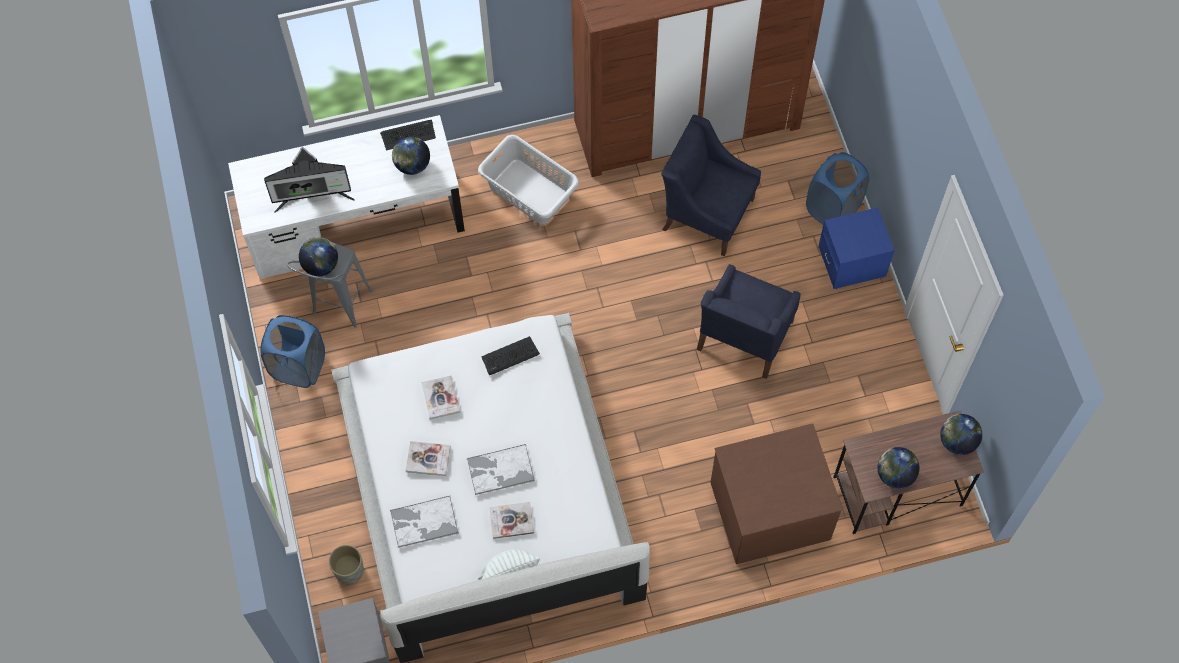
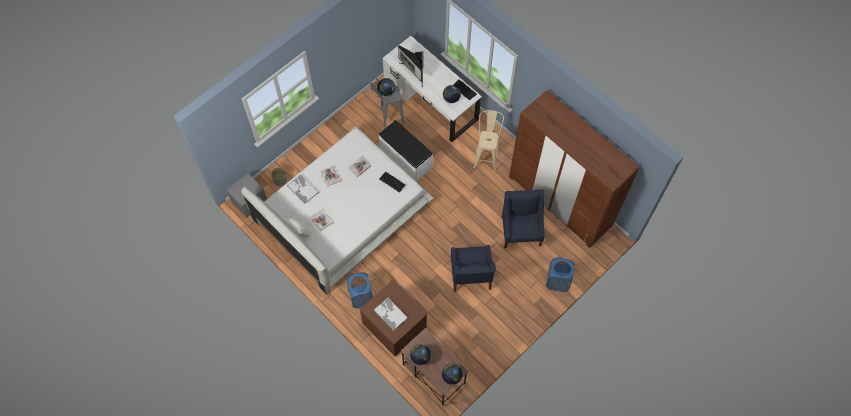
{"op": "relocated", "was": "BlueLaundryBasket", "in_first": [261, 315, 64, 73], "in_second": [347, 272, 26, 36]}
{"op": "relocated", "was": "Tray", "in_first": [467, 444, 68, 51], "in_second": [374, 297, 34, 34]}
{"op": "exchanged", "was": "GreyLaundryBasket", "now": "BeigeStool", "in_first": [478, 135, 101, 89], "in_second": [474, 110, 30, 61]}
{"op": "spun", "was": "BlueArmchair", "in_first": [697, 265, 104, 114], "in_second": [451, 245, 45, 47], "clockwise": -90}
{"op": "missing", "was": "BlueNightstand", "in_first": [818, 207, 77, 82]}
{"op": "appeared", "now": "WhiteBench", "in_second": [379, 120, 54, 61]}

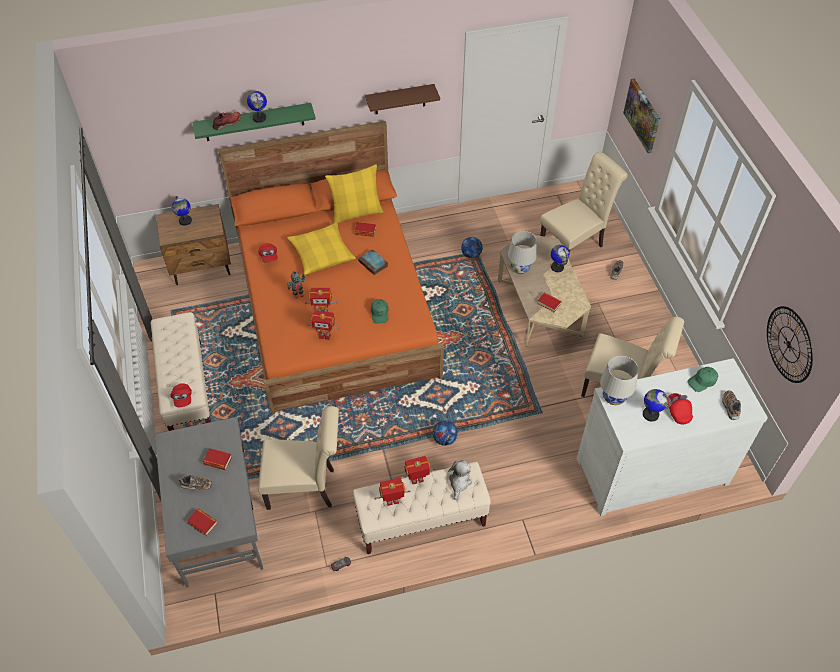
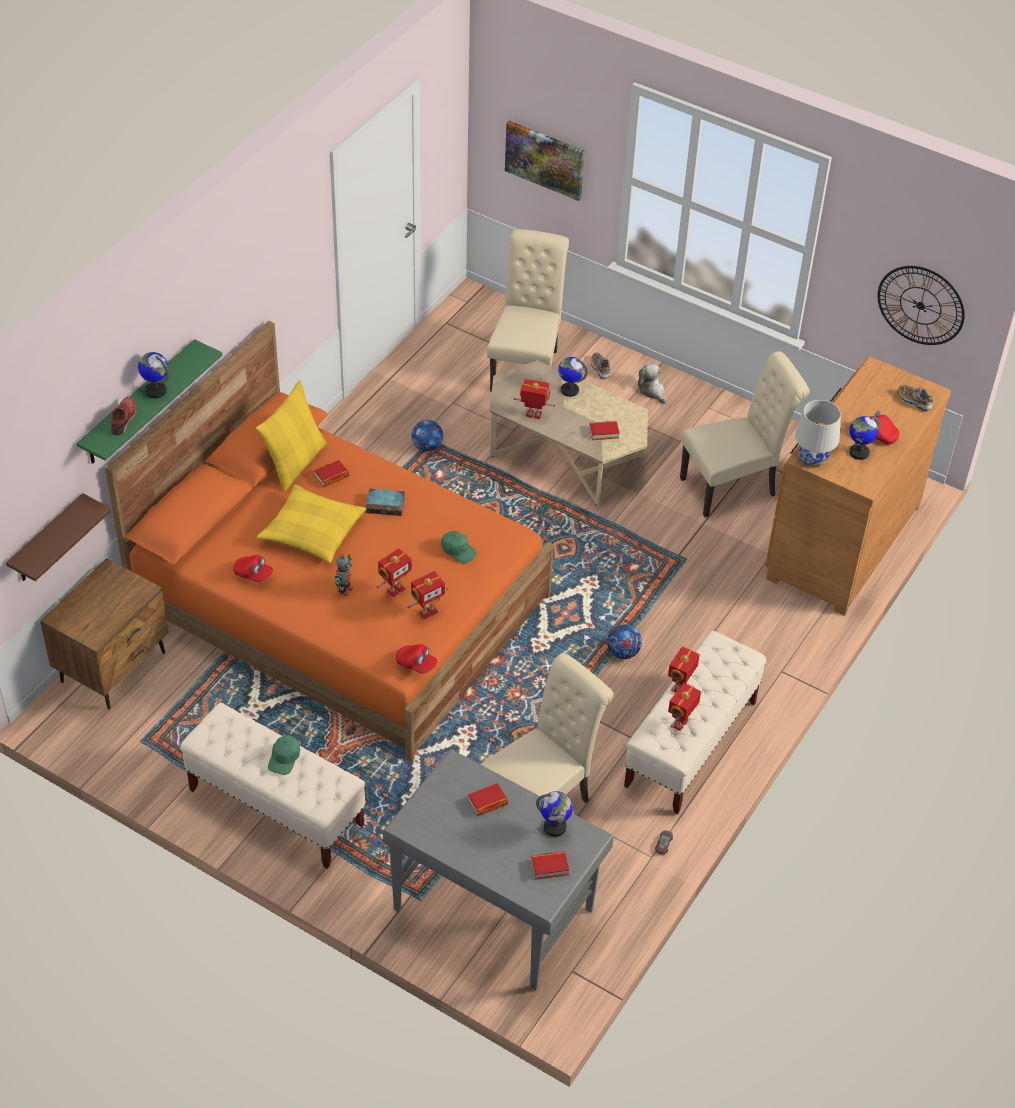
{"op": "relocated", "was": "RedCap", "in_first": [171, 383, 21, 24], "in_second": [396, 644, 42, 29]}
{"op": "relocated", "was": "Globe", "in_first": [172, 196, 20, 30], "in_second": [536, 791, 37, 46]}
{"op": "missing", "was": "Shoe", "in_first": [178, 475, 34, 15]}
{"op": "relocated", "was": "BrownShelf", "in_first": [365, 84, 75, 30], "in_second": [6, 493, 105, 88]}
{"op": "relocated", "was": "PlushToy", "in_first": [448, 460, 24, 40], "in_second": [638, 364, 28, 40]}
{"op": "exchanged", "was": "WhiteTableLamp", "now": "ToyRobot", "in_first": [508, 231, 29, 43], "in_second": [514, 379, 41, 40]}
{"op": "colour", "was": "WhiteDresser", "now": "BrownDresser", "in_first": [577, 358, 191, 158], "in_second": [765, 356, 186, 260]}
{"op": "relocated", "was": "GreenCap", "in_first": [687, 367, 31, 25], "in_second": [268, 736, 32, 39]}

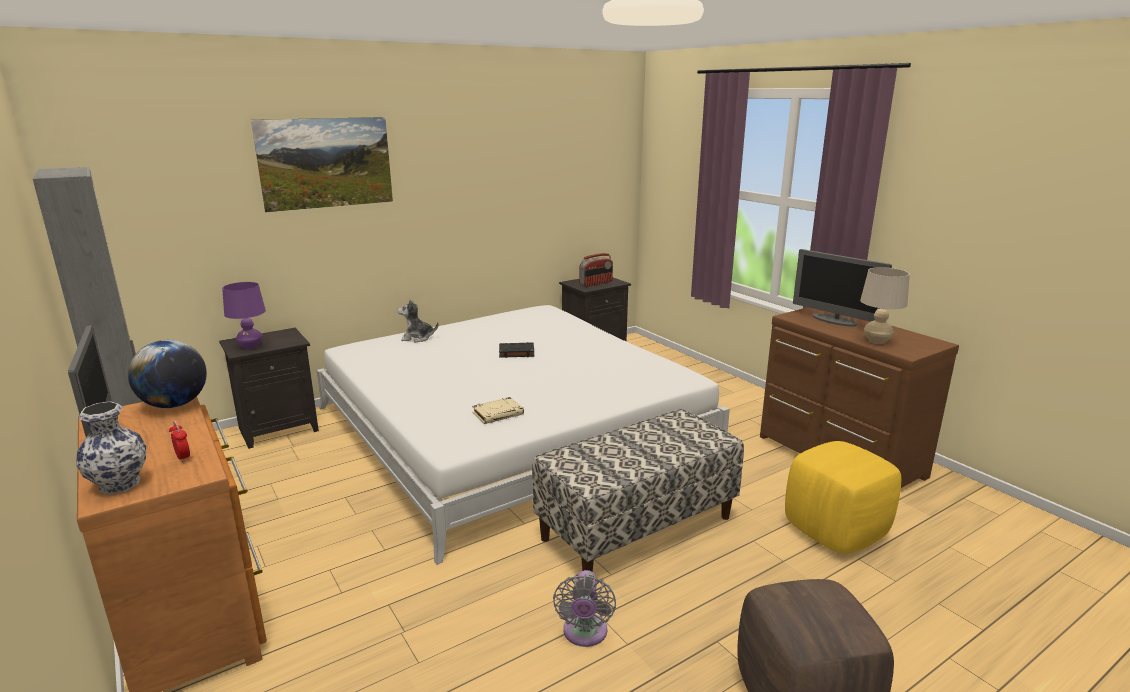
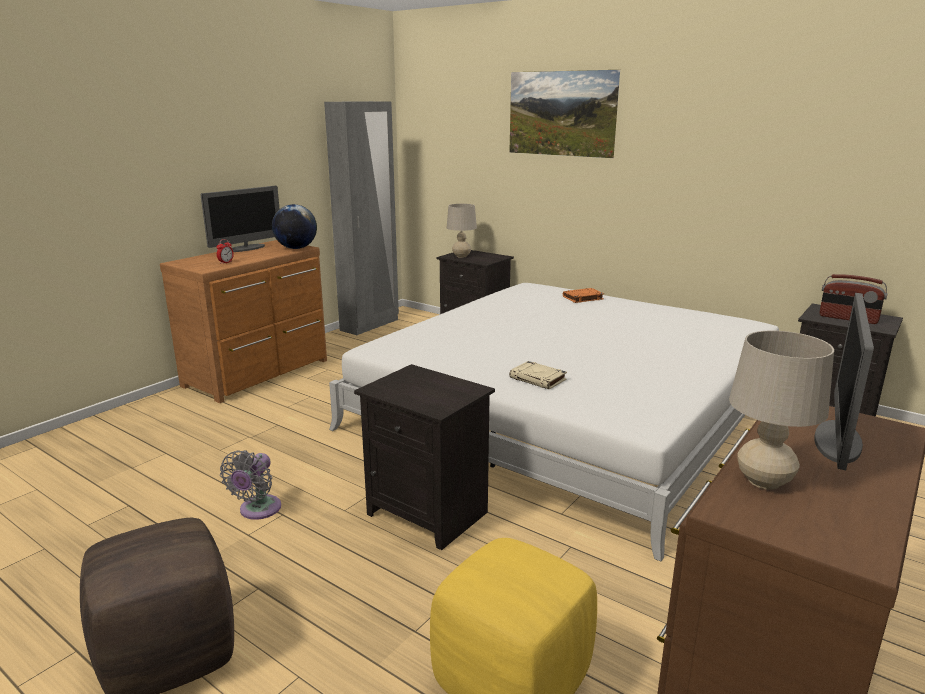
{"op": "missing", "was": "Vase", "in_first": [76, 401, 70, 94]}
{"op": "colour", "was": "PurpleTableLamp", "now": "BeigeTableLamp", "in_first": [222, 282, 44, 67], "in_second": [447, 204, 30, 54]}
{"op": "exchanged", "was": "PlushToy", "now": "OrangeBook", "in_first": [397, 299, 41, 43], "in_second": [563, 288, 41, 15]}
{"op": "relocated", "was": "BeigeBook", "in_first": [472, 397, 52, 27], "in_second": [509, 361, 58, 28]}
{"op": "missing", "was": "BlackBook", "in_first": [499, 342, 36, 16]}
{"op": "exchanged", "was": "Bench", "now": "BlackNightstand", "in_first": [532, 409, 212, 163], "in_second": [354, 364, 141, 186]}
{"op": "spun", "was": "GreyFan", "in_first": [553, 570, 63, 77], "in_second": [220, 450, 61, 70], "clockwise": -60}

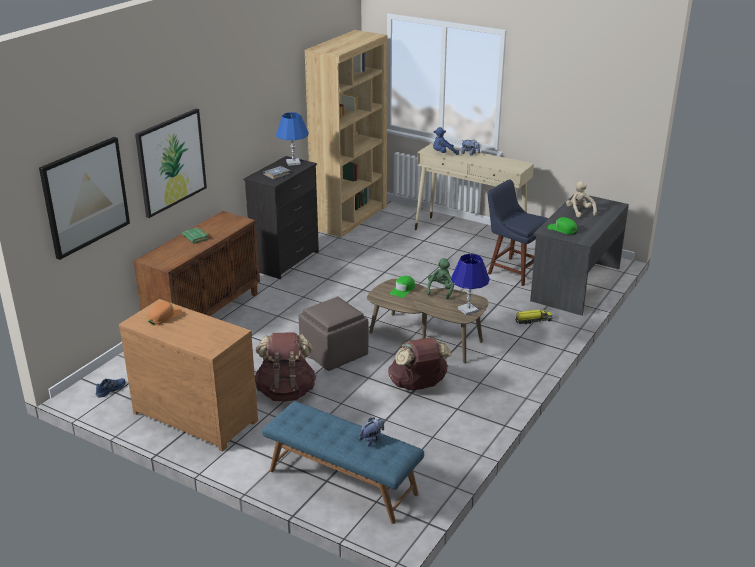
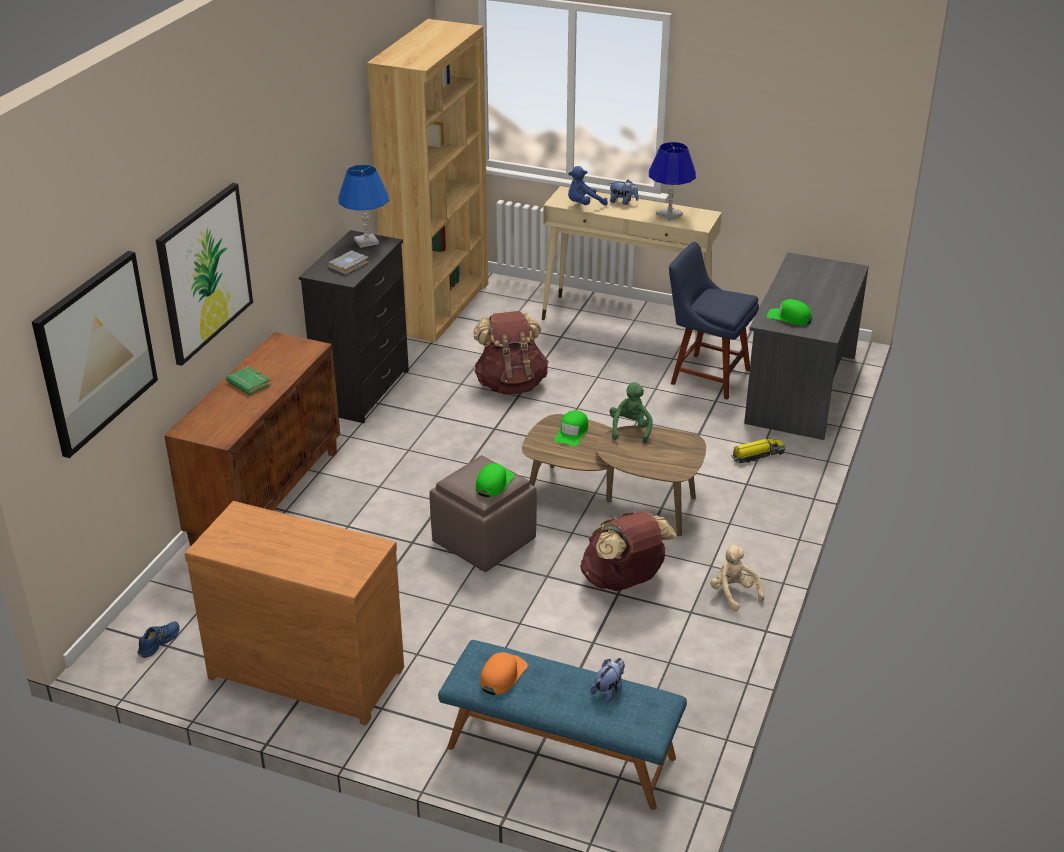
{"op": "relocated", "was": "OrangeCap", "in_first": [148, 301, 35, 23], "in_second": [480, 652, 48, 43]}
{"op": "relocated", "was": "BrownBackpack", "in_first": [255, 332, 61, 69], "in_second": [473, 311, 76, 84]}
{"op": "relocated", "was": "BlueTableLamp", "in_first": [451, 254, 39, 61], "in_second": [649, 142, 47, 79]}
{"op": "relocated", "was": "BeigePlushToy", "in_first": [566, 181, 31, 37], "in_second": [710, 545, 54, 67]}
{"op": "appeared", "now": "GreenCap", "in_second": [476, 463, 38, 34]}

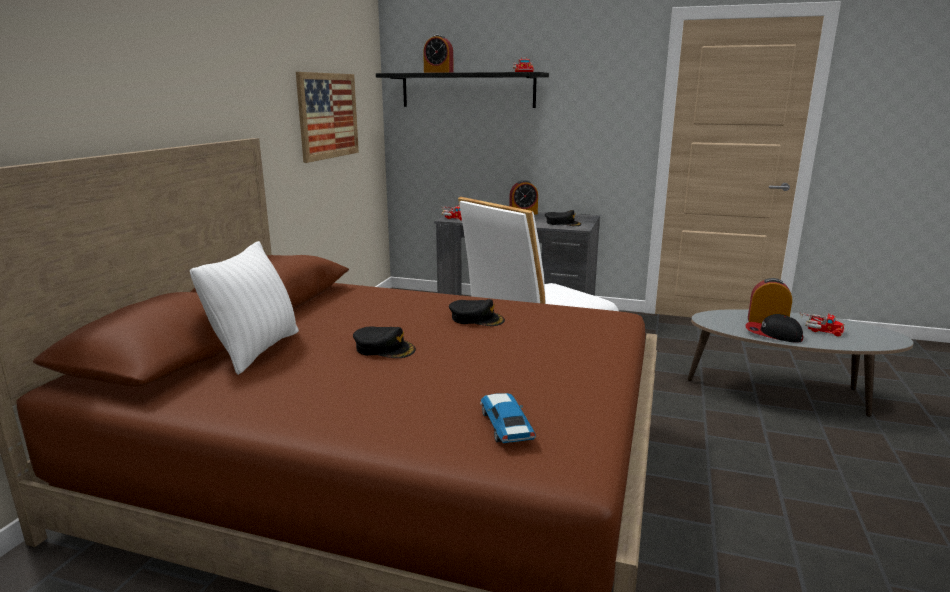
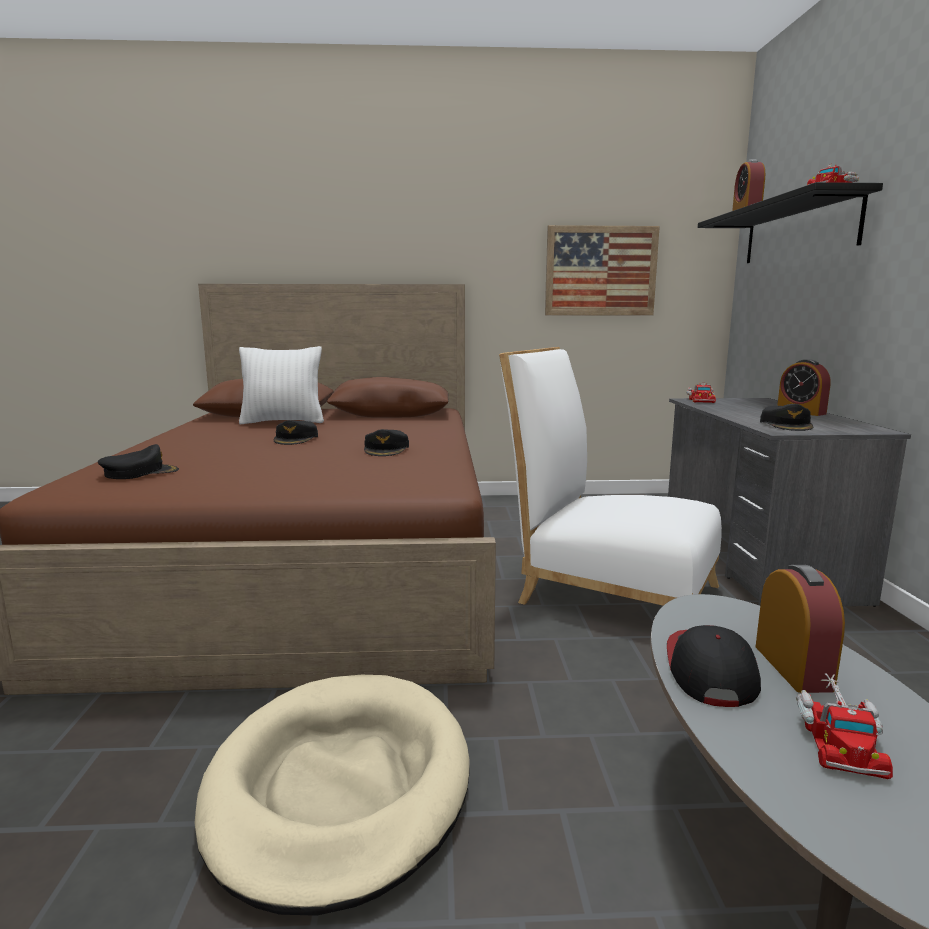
{"op": "exchanged", "was": "ToyCar", "now": "BlackCap", "in_first": [480, 393, 56, 50], "in_second": [98, 444, 81, 35]}
{"op": "appeared", "now": "BeigeDogBed", "in_second": [194, 675, 276, 241]}

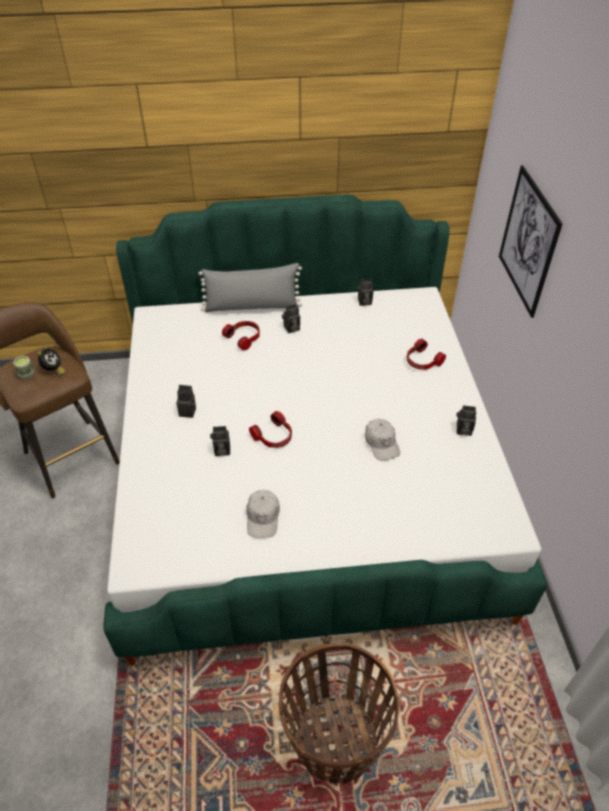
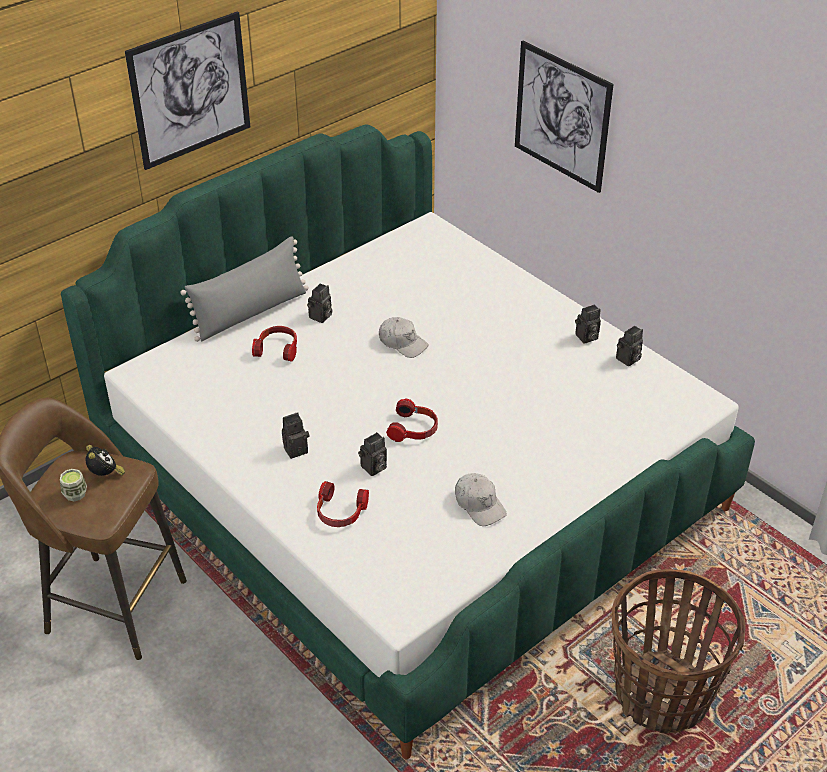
{"op": "relocated", "was": "PhotoCamera", "in_first": [357, 279, 16, 27], "in_second": [616, 326, 27, 40]}
{"op": "relocated", "was": "WhiteCap", "in_first": [365, 419, 35, 42], "in_second": [379, 317, 50, 41]}
{"op": "relocated", "was": "Headphones", "in_first": [407, 339, 39, 31], "in_second": [317, 481, 52, 46]}
{"op": "appeared", "now": "Picture", "in_second": [125, 11, 125, 159]}

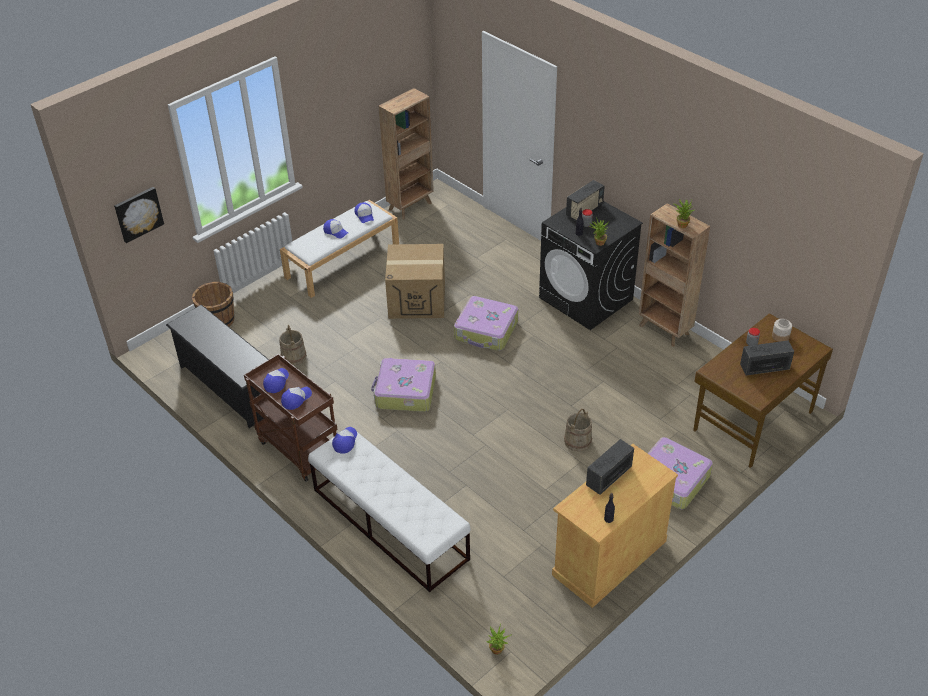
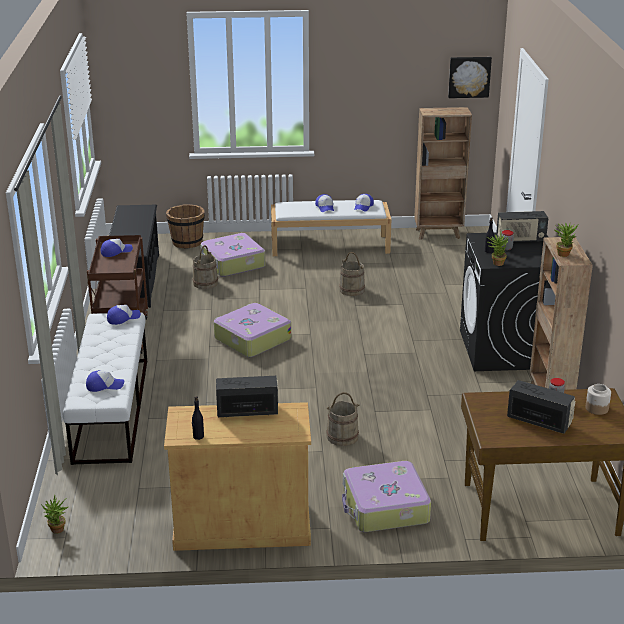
{"op": "relocated", "was": "Picture", "in_first": [114, 187, 50, 56], "in_second": [448, 57, 44, 41]}
{"op": "relocated", "was": "Cap", "in_first": [281, 387, 31, 23], "in_second": [86, 370, 38, 22]}
{"op": "exchanged", "was": "CardboardBox", "now": "BeigeBucket", "in_first": [385, 244, 60, 75], "in_second": [339, 252, 26, 44]}
{"op": "relocated", "was": "Suitcase", "in_first": [454, 296, 64, 55], "in_second": [200, 233, 66, 44]}

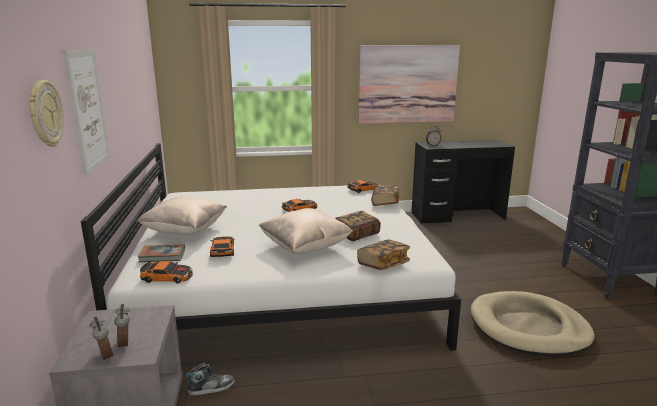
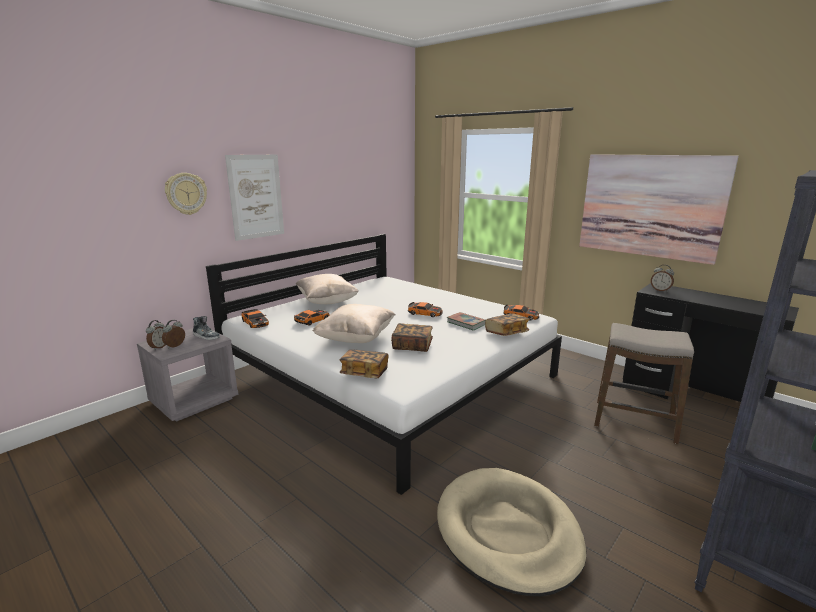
{"op": "relocated", "was": "Book", "in_first": [138, 244, 47, 18], "in_second": [447, 312, 39, 18]}
{"op": "relocated", "was": "Shoe", "in_first": [186, 363, 49, 33], "in_second": [193, 316, 27, 24]}
{"op": "appeared", "now": "Stool", "in_second": [594, 323, 100, 121]}

